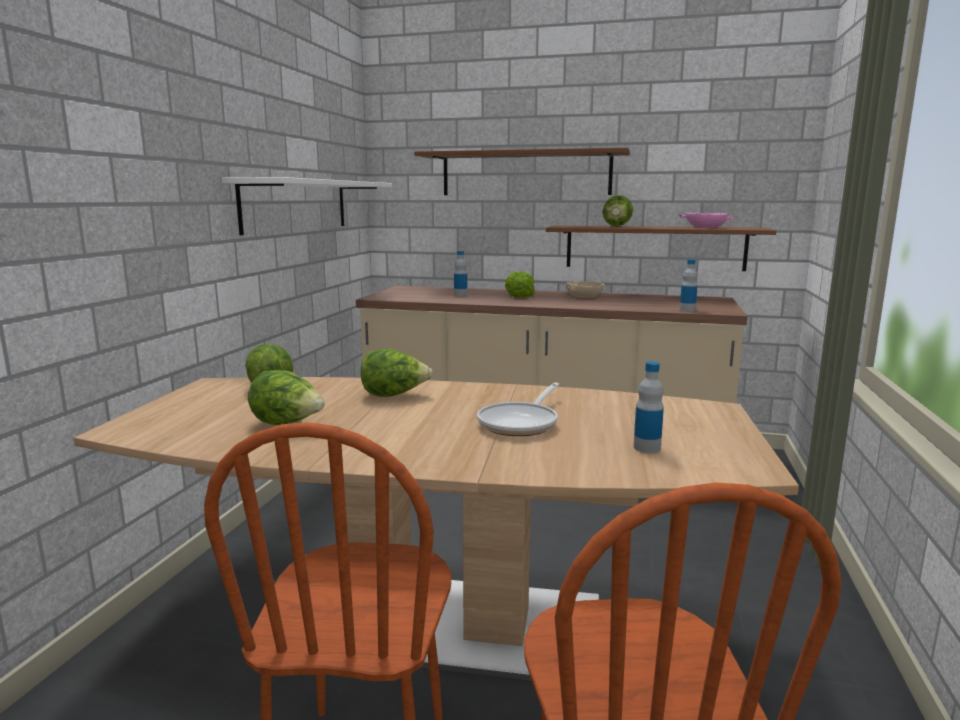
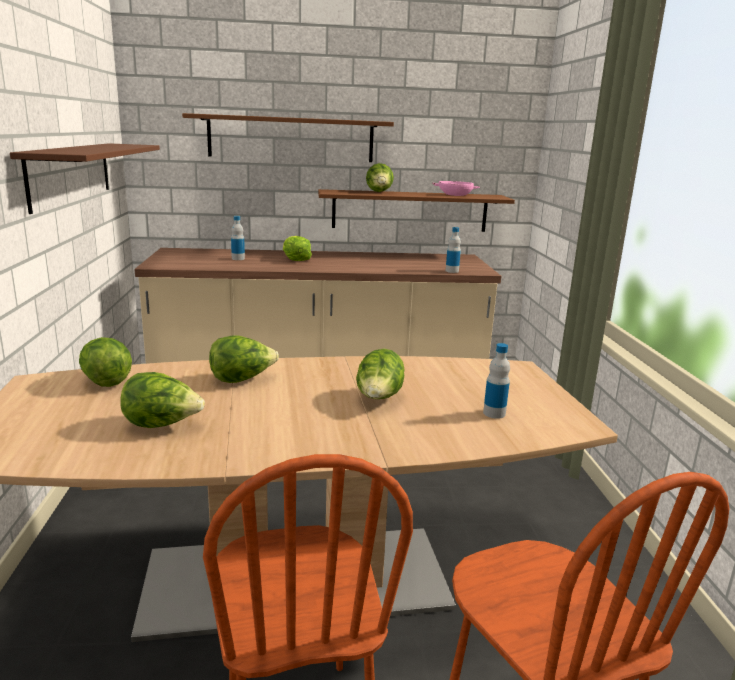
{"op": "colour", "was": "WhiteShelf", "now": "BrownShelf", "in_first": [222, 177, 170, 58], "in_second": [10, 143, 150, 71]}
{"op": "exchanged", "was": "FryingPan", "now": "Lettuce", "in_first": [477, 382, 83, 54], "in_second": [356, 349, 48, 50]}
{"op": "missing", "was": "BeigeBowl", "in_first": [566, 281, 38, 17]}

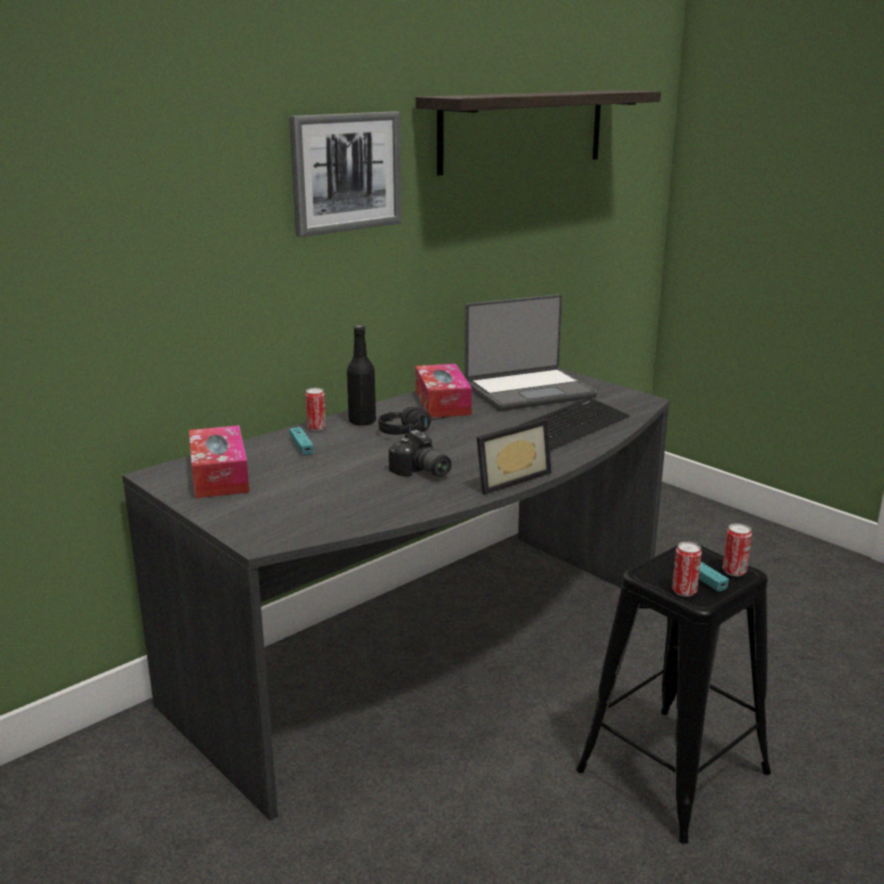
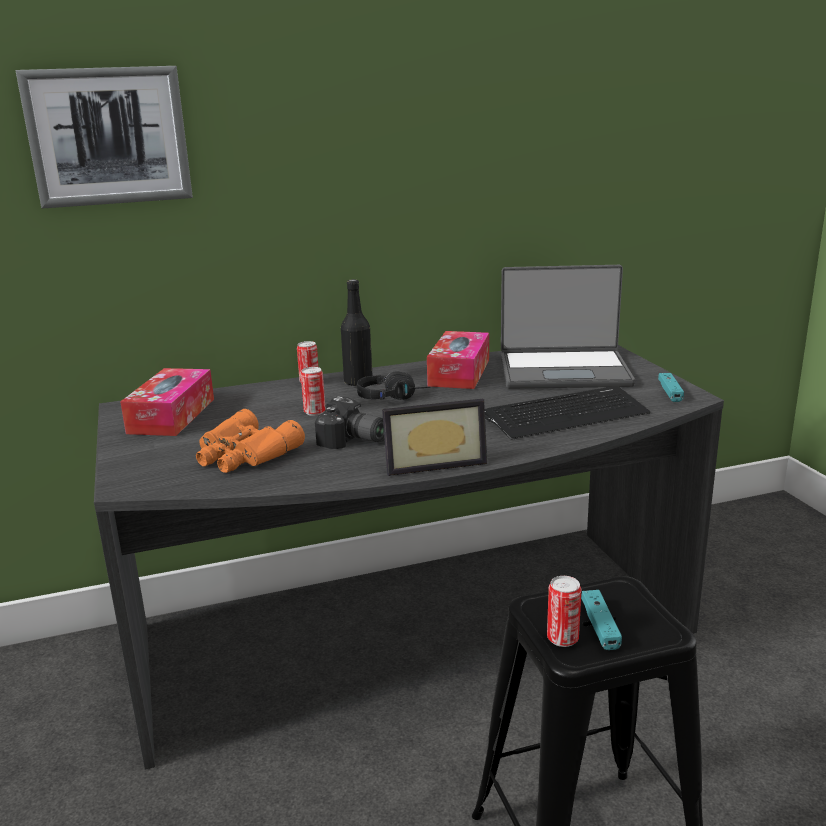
{"op": "relocated", "was": "Picture", "in_first": [289, 111, 113, 126], "in_second": [15, 66, 178, 142]}
{"op": "relocated", "was": "TurquoiseGameController", "in_first": [289, 427, 25, 29], "in_second": [658, 373, 26, 29]}
{"op": "spun", "was": "PhotoCamera", "in_first": [389, 430, 63, 47], "in_second": [315, 396, 69, 53], "clockwise": -45}
{"op": "missing", "was": "Shelf", "in_first": [416, 90, 245, 86]}
{"op": "relocated", "was": "Can", "in_first": [723, 523, 29, 53], "in_second": [301, 367, 25, 49]}
{"op": "appeared", "now": "OrangeBinoculars", "in_second": [196, 409, 109, 64]}

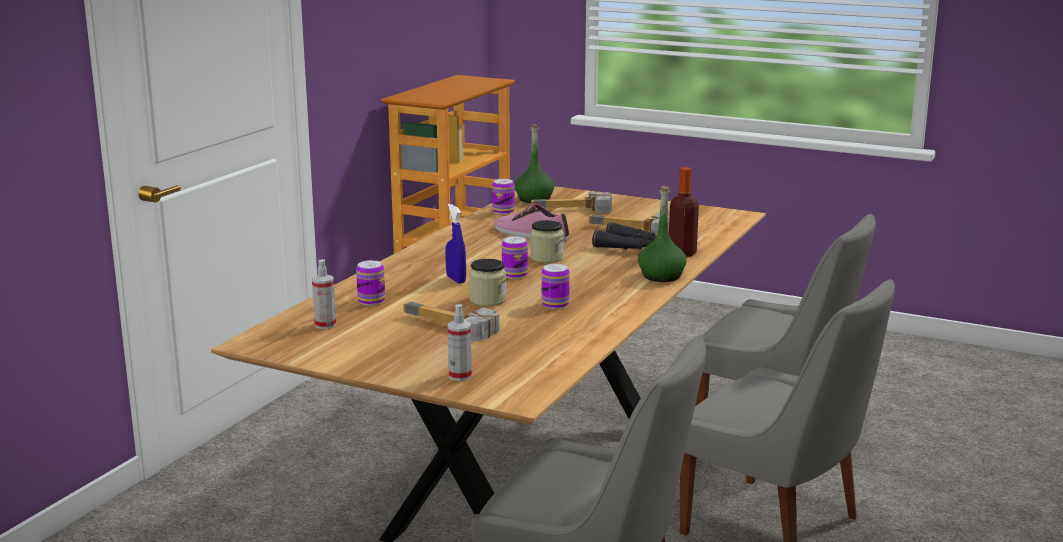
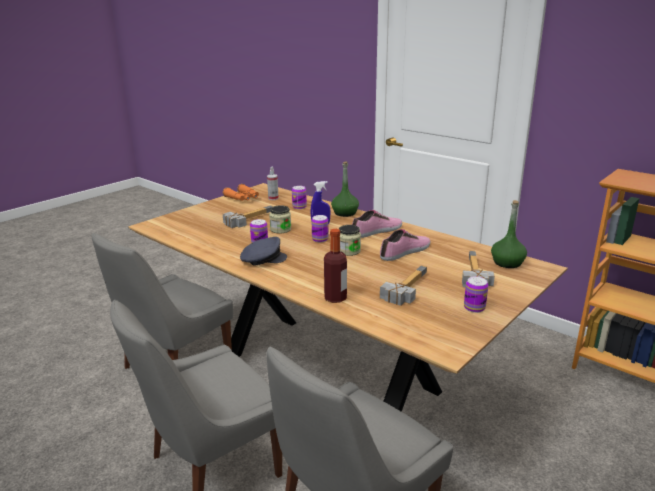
{"op": "missing", "was": "SprayBottle", "in_first": [448, 304, 24, 77]}
{"op": "relocated", "was": "Can", "in_first": [492, 179, 23, 35], "in_second": [464, 277, 24, 36]}
{"op": "missing", "was": "BlackBinoculars", "in_first": [592, 222, 64, 28]}
{"op": "relocated", "was": "GreenBottle", "in_first": [638, 186, 49, 96], "in_second": [331, 161, 28, 56]}
{"op": "appeared", "now": "OrangeBinoculars", "in_second": [223, 184, 36, 17]}
{"op": "appeared", "now": "GreyCap", "in_second": [240, 237, 47, 29]}
{"op": "appeared", "now": "Shoe", "in_second": [352, 210, 50, 28]}

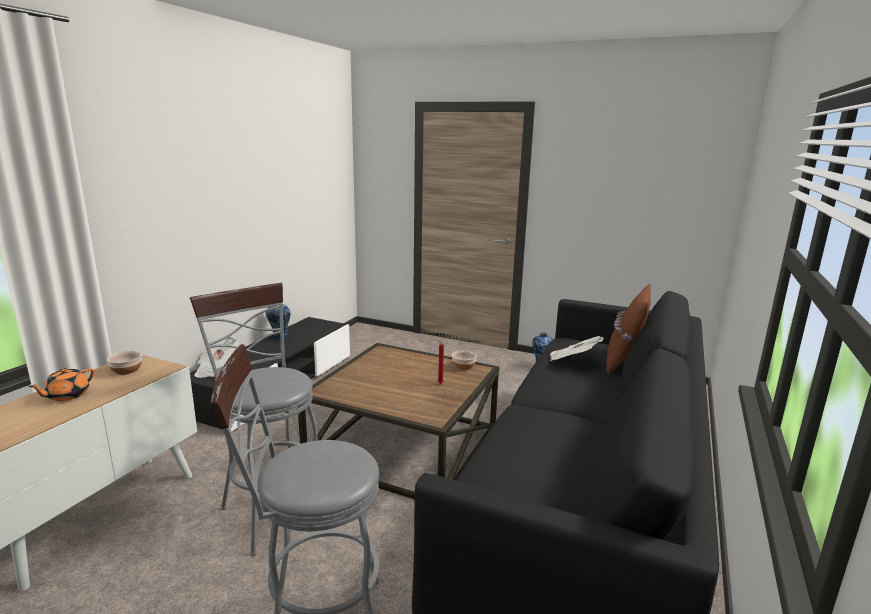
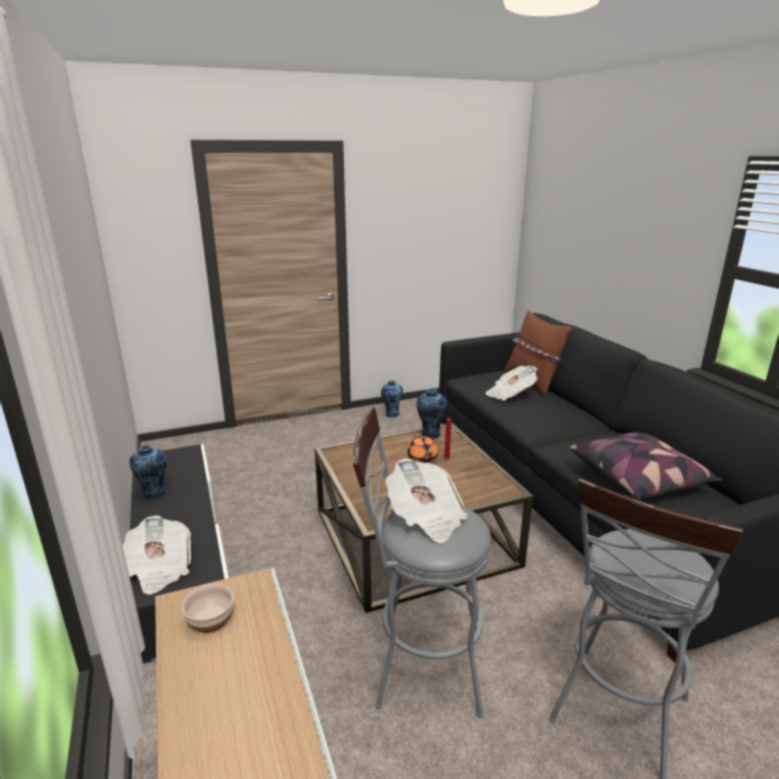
{"op": "relocated", "was": "OrangeTeapot", "in_first": [28, 368, 67, 33], "in_second": [408, 434, 31, 29]}
{"op": "exchanged", "was": "Bowl", "now": "Vase", "in_first": [452, 350, 25, 20], "in_second": [417, 389, 30, 50]}
{"op": "appeared", "now": "Newspaper", "in_second": [385, 458, 82, 85]}
{"op": "appeared", "now": "Pillow", "in_second": [569, 432, 153, 68]}

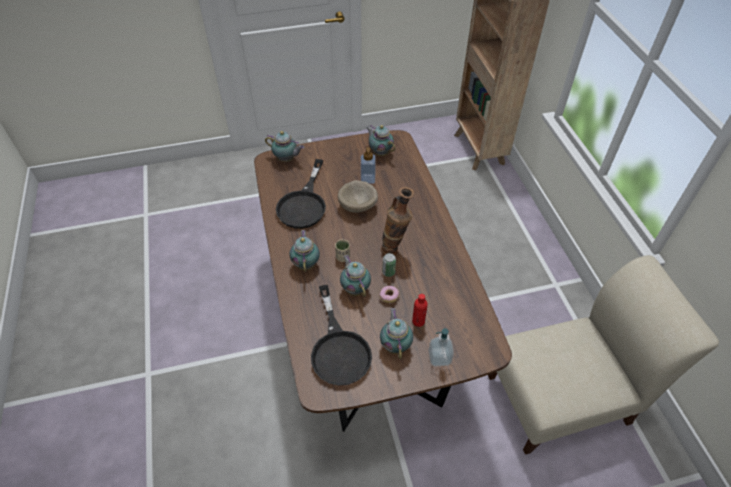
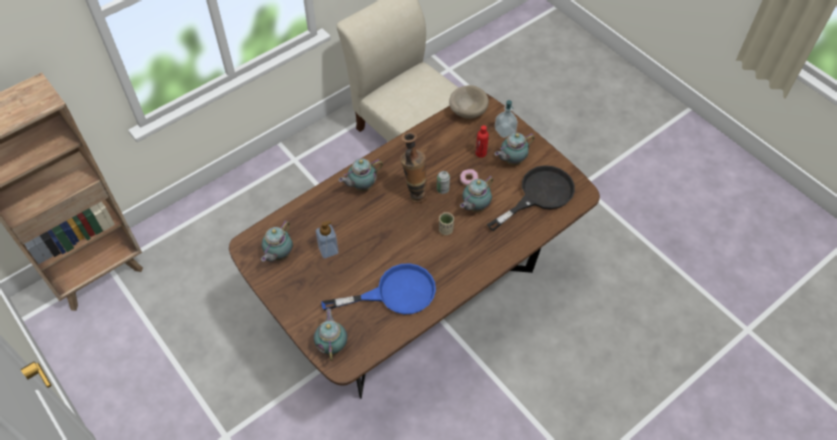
{"op": "colour", "was": "BlackFryingPan", "now": "BlueFryingPan", "in_first": [276, 159, 50, 70], "in_second": [322, 263, 114, 51]}
{"op": "relocated", "was": "Teapot", "in_first": [290, 230, 30, 42], "in_second": [339, 158, 44, 33]}
{"op": "relocated", "was": "BeigeBowl", "in_first": [338, 180, 40, 33], "in_second": [449, 85, 40, 34]}

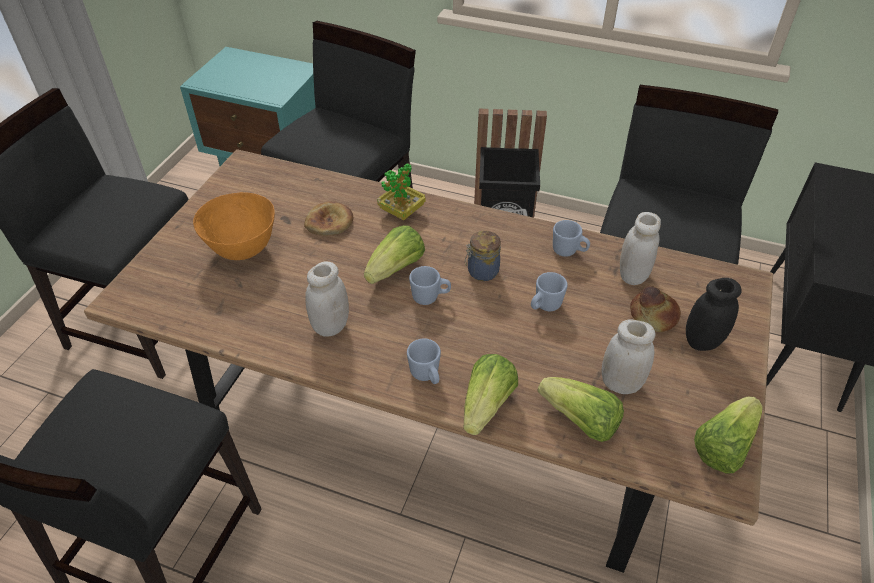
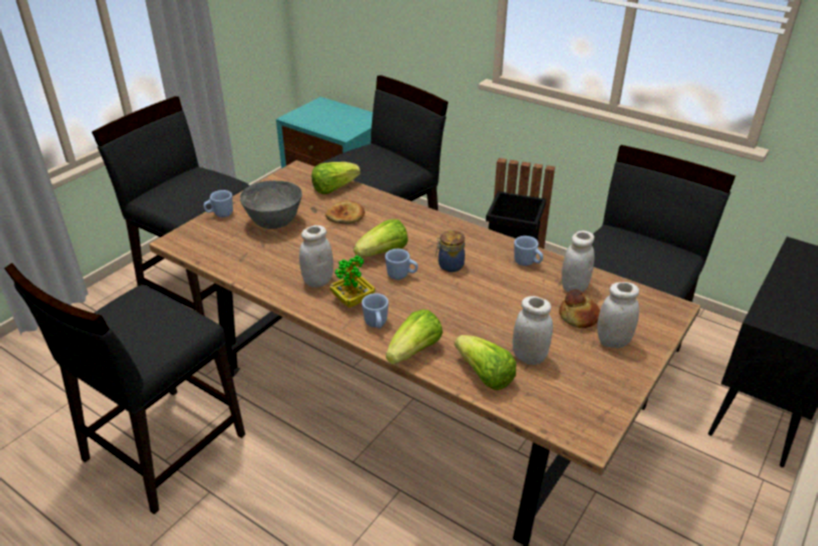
{"op": "colour", "was": "OrangeBowl", "now": "GreyBowl", "in_first": [193, 192, 82, 68], "in_second": [240, 181, 62, 48]}
{"op": "relocated", "was": "PottedPlant", "in_first": [377, 163, 49, 57], "in_second": [330, 255, 45, 53]}
{"op": "relocated", "was": "BlueMug", "in_first": [531, 272, 37, 39], "in_second": [203, 190, 30, 27]}
{"op": "colour", "was": "BlackJar", "now": "WhiteJar", "in_first": [686, 278, 56, 73], "in_second": [597, 282, 42, 66]}
{"op": "relocated", "was": "Lettuce", "in_first": [694, 397, 68, 77], "in_second": [312, 162, 49, 32]}

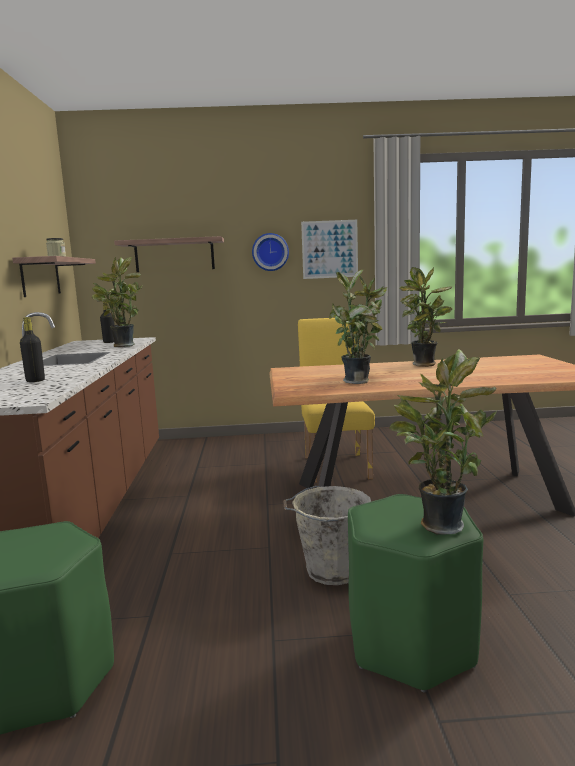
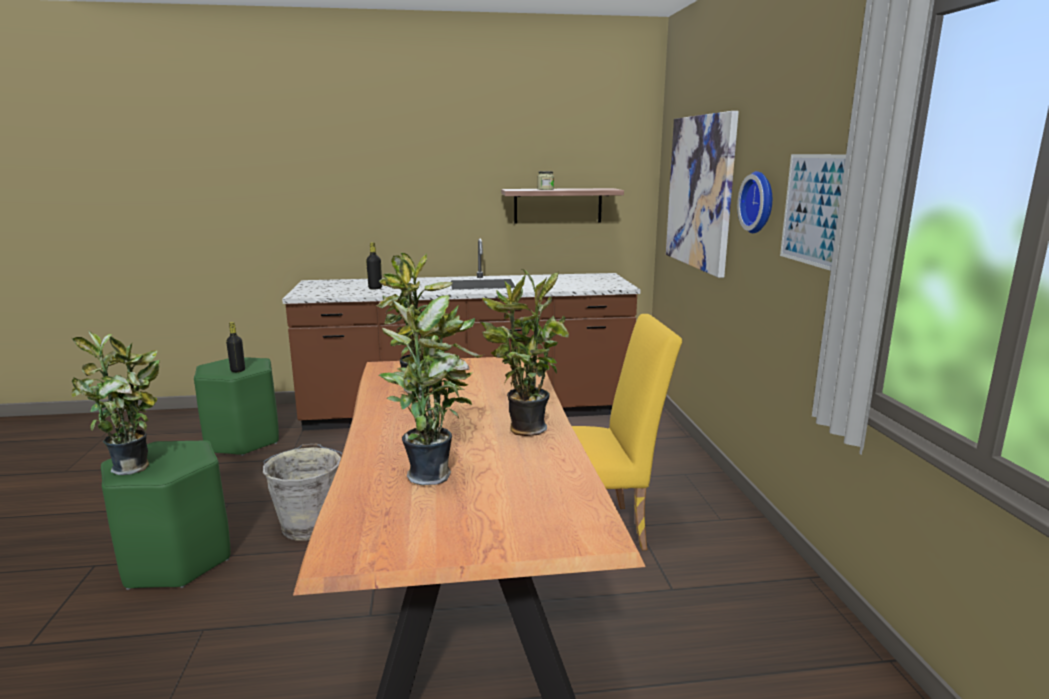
{"op": "relocated", "was": "PottedPlant", "in_first": [92, 257, 50, 90], "in_second": [379, 295, 106, 190]}
{"op": "relocated", "was": "BlackBottle", "in_first": [100, 301, 15, 42], "in_second": [226, 322, 19, 50]}
{"op": "exchanged", "was": "Shelf", "now": "Picture", "in_first": [114, 236, 110, 36], "in_second": [666, 111, 73, 167]}

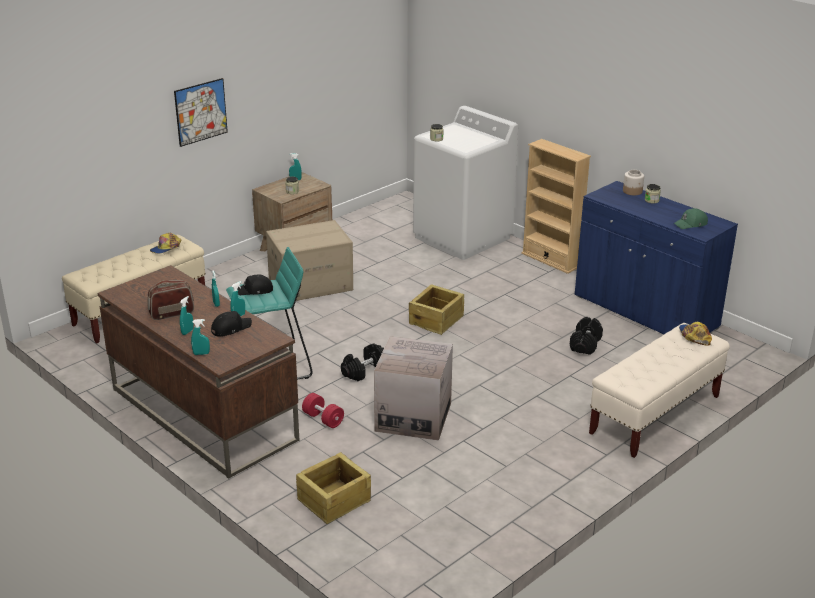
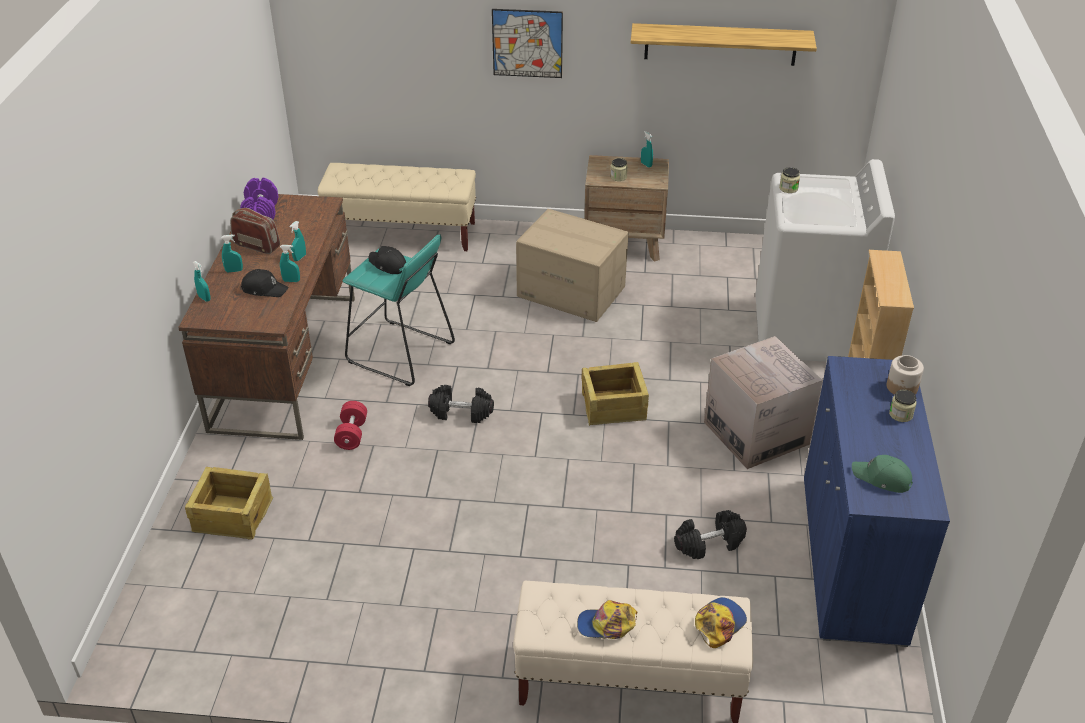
{"op": "relocated", "was": "Cap", "in_first": [150, 233, 31, 20], "in_second": [577, 600, 61, 39]}
{"op": "relocated", "was": "CardboardBox", "in_first": [374, 336, 79, 105], "in_second": [704, 336, 119, 133]}
{"op": "appeared", "now": "PurpleDumbbell", "in_second": [240, 178, 38, 42]}
{"op": "appeared", "now": "Shelf", "in_second": [631, 23, 186, 43]}

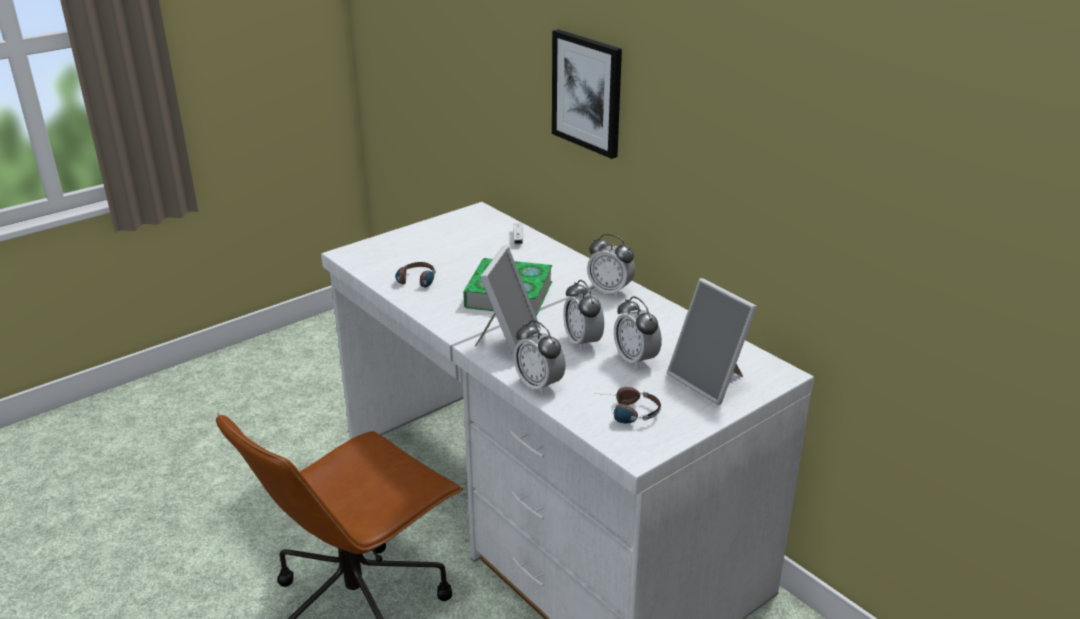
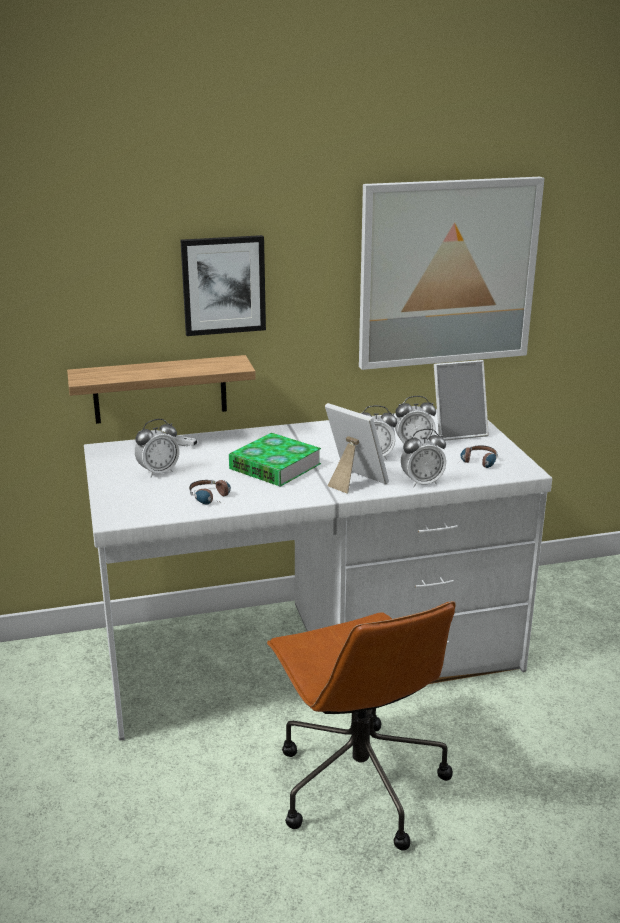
{"op": "relocated", "was": "AlarmClock", "in_first": [587, 234, 48, 63], "in_second": [135, 419, 44, 59]}
{"op": "appeared", "now": "Shelf", "in_second": [67, 355, 189, 69]}
{"op": "appeared", "now": "Picture", "in_second": [359, 177, 185, 193]}

